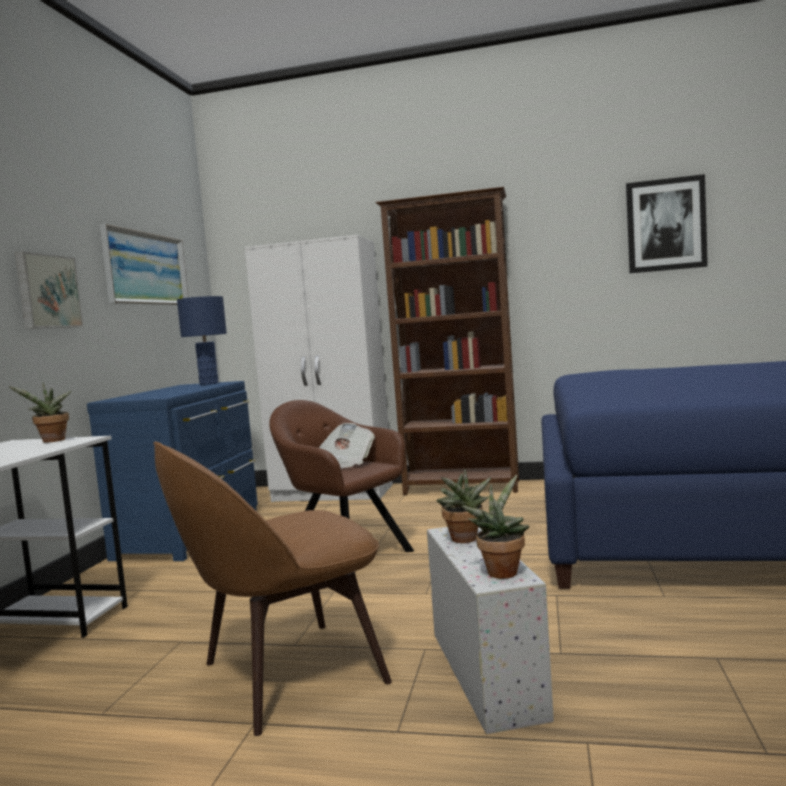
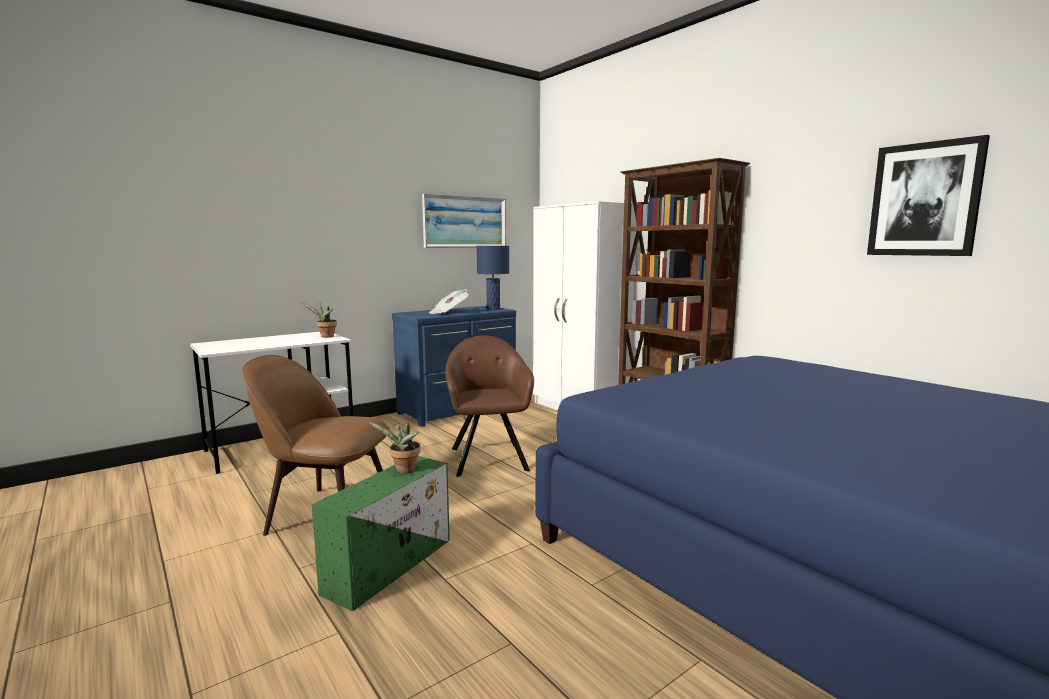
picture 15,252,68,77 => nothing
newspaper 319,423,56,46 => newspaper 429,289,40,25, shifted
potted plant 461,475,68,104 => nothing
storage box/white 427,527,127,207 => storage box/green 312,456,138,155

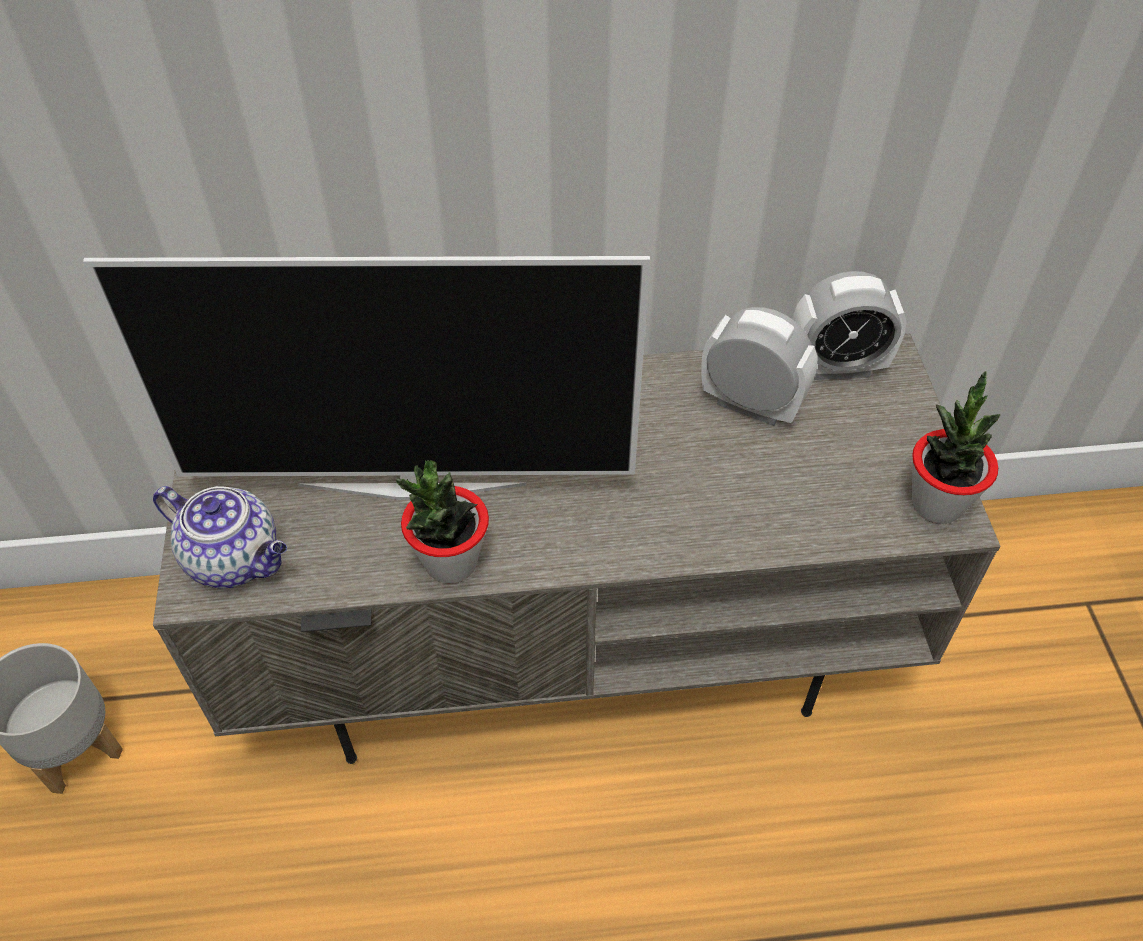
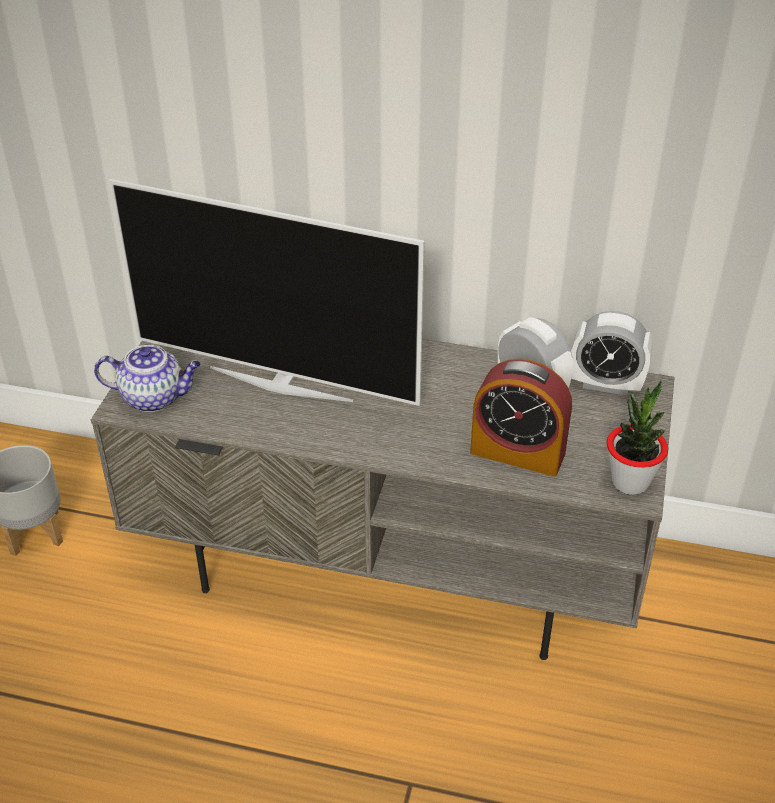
potted plant 396,460,93,123 => nothing
teapot 153,486,134,103 => teapot 94,345,107,67, 45 degrees counterclockwise
nothing => alarm clock 470,359,102,117

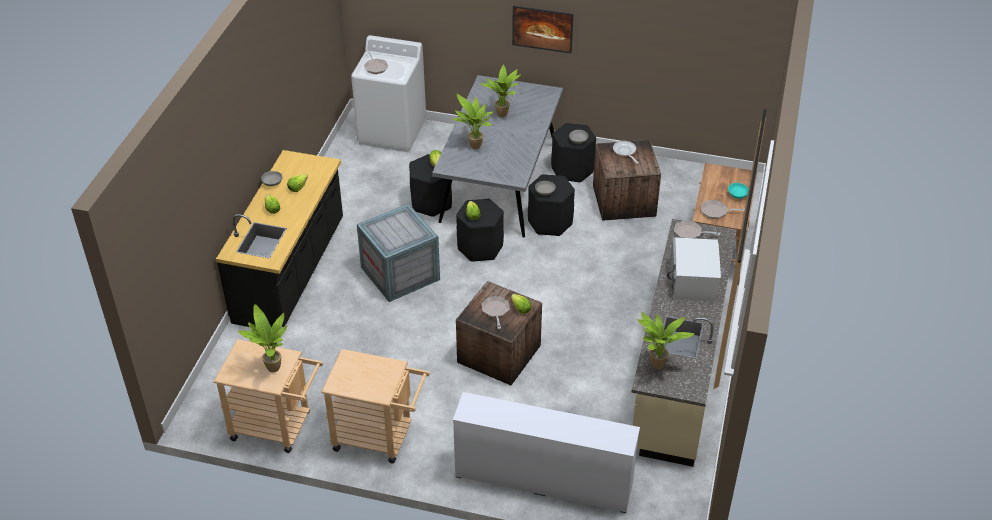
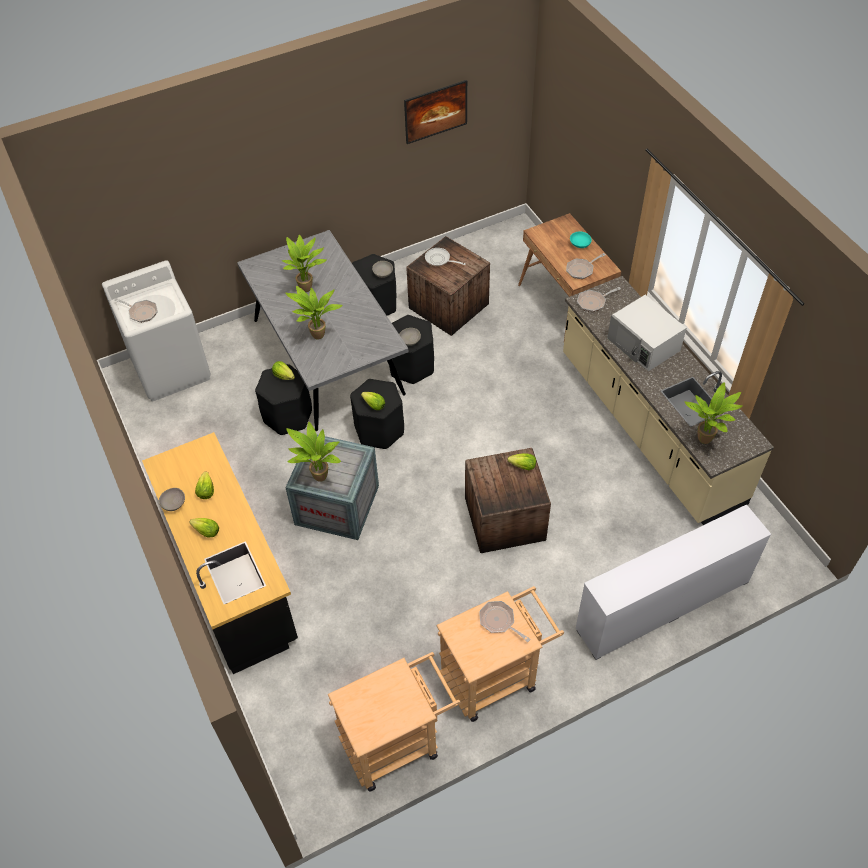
picture 512,6,61,48 => picture 404,80,63,64, shifted
frying pan 482,296,28,33 => frying pan 479,601,52,41, shifted
potted plant 238,304,49,68 => potted plant 286,422,55,60, shifted

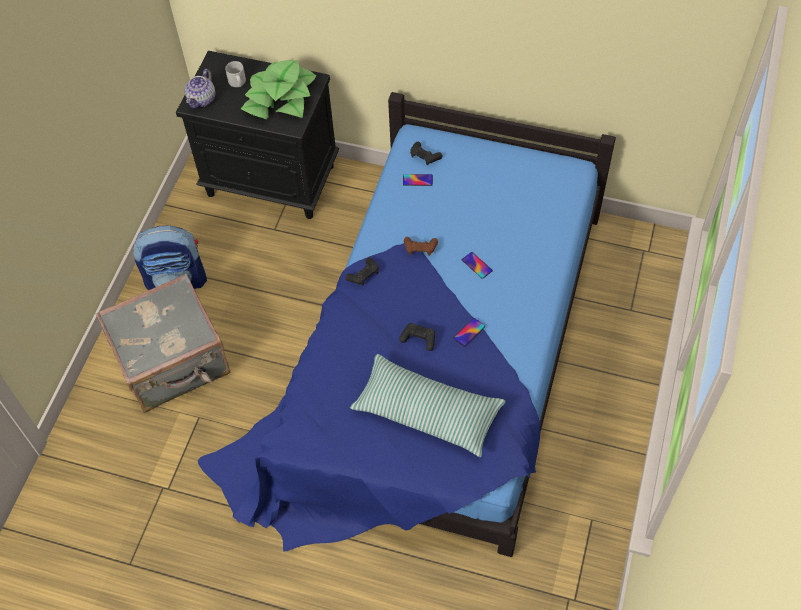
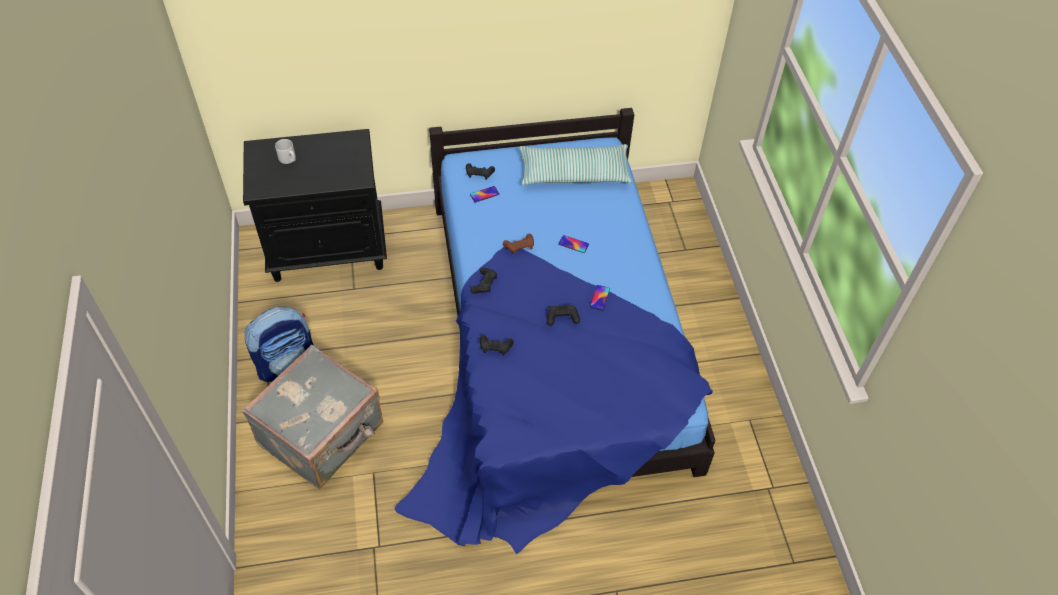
potted plant 241,60,75,59 => nothing
teapot 185,69,30,39 => nothing
pillow 350,354,156,103 => pillow 519,144,113,41, shifted
nothing => game controller/black 480,335,34,21

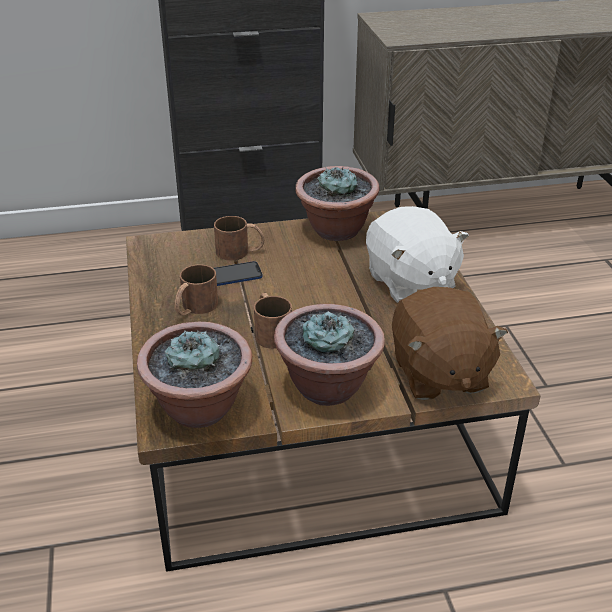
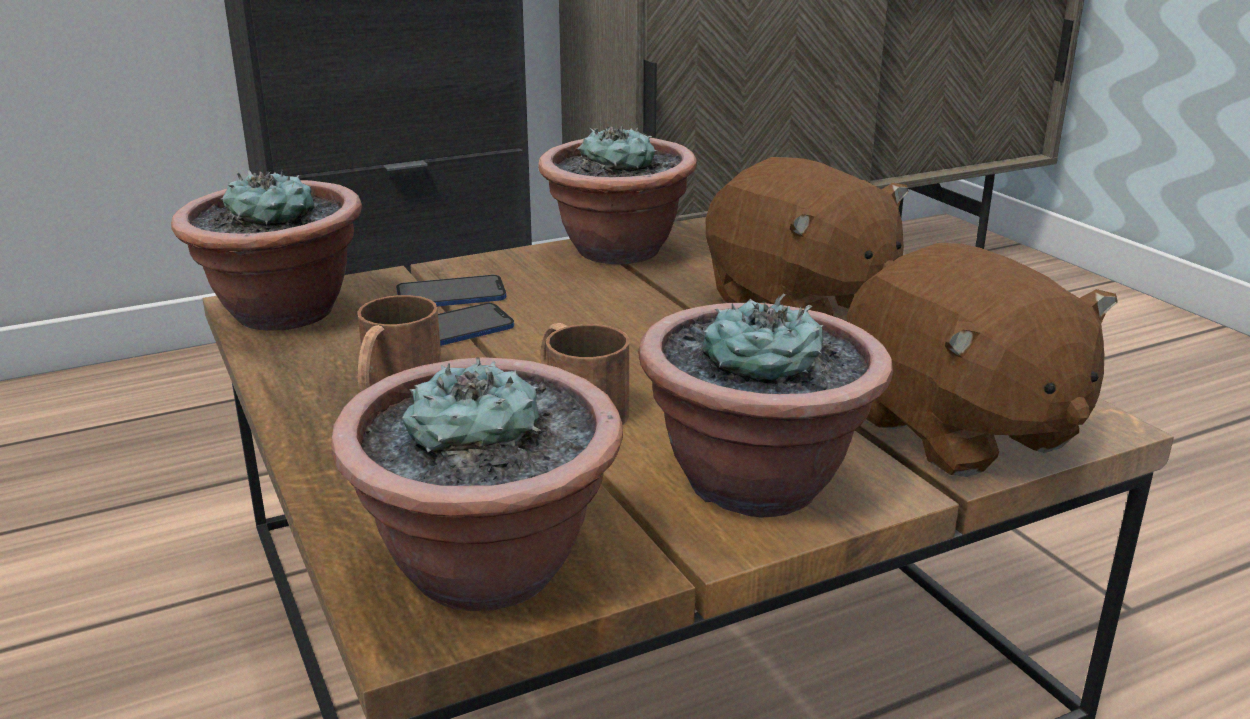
plush toy/white 366,206,103,97 => plush toy/brown 706,157,202,159
mug/brown 214,216,51,45 => phone 396,275,110,31
nothing => potted plant 171,170,191,160

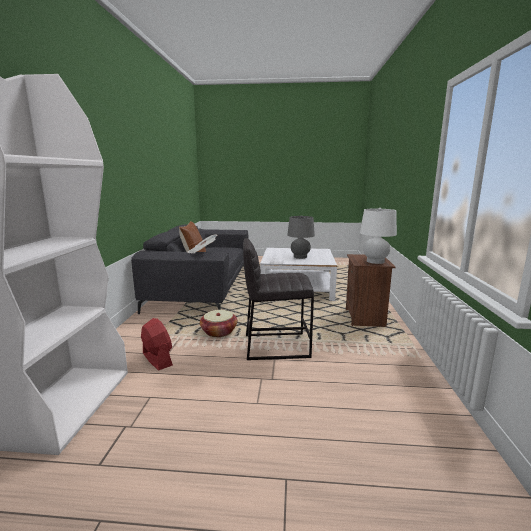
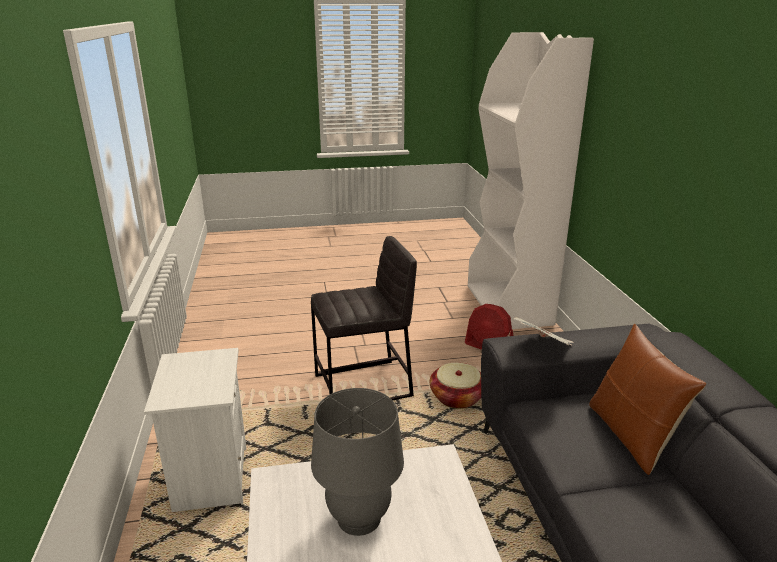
table lamp/white 360,208,37,56 => nothing
nightstand/brown 346,254,50,73 => nightstand/white 144,348,102,164

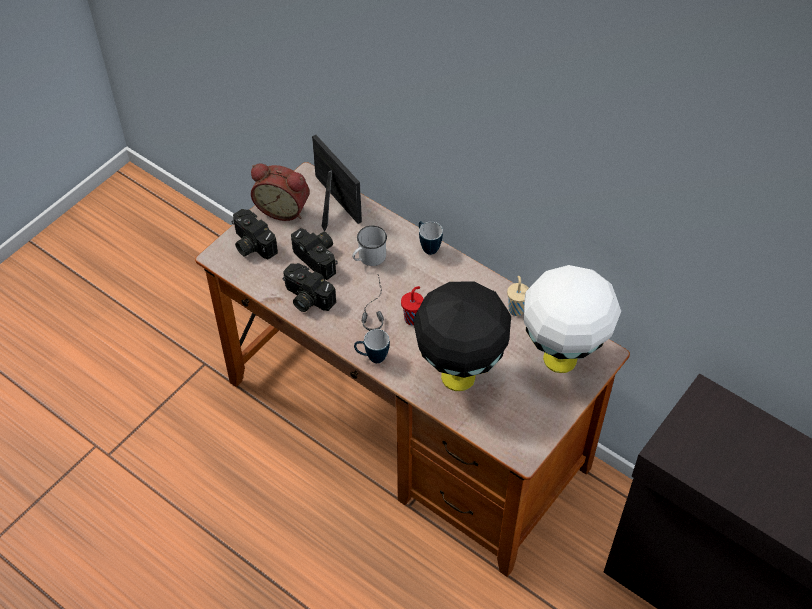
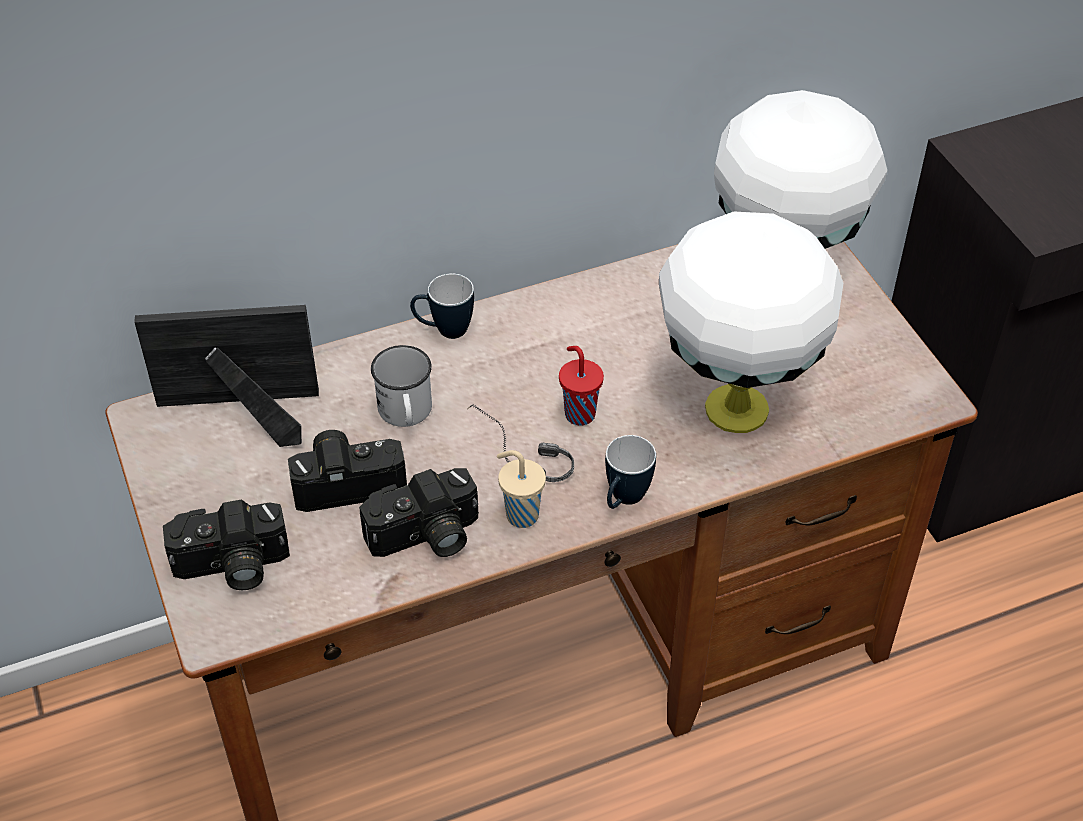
alarm clock 251,164,59,57 => nothing
cup/beige 507,276,22,40 => cup/beige 497,450,49,78, shifted
table lamp/black 413,281,98,110 => table lamp/white 659,211,184,222

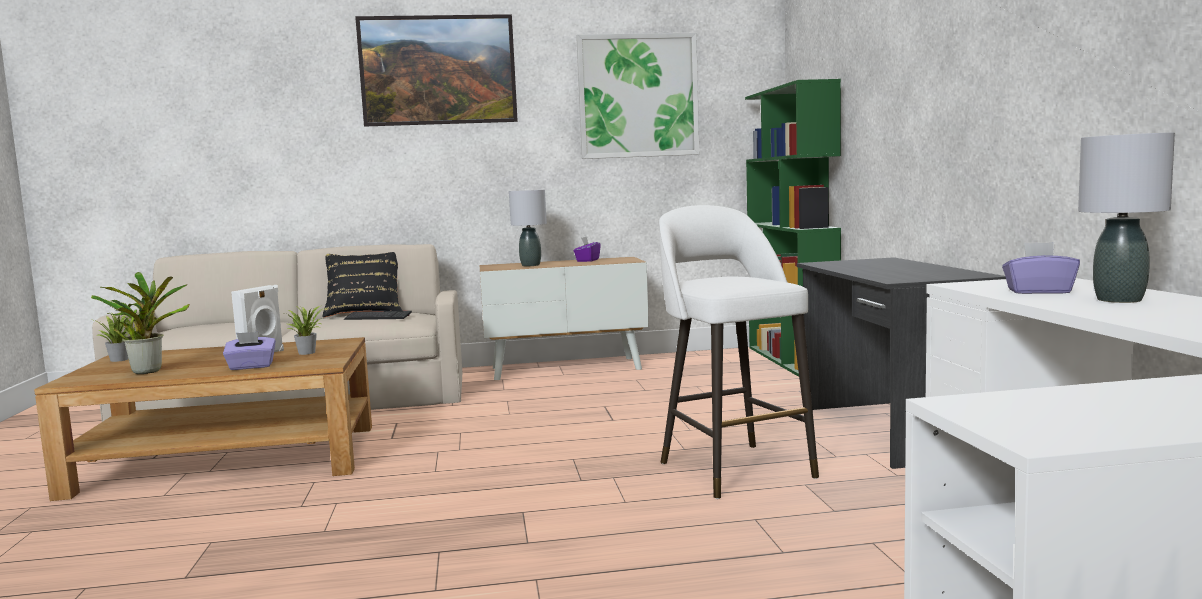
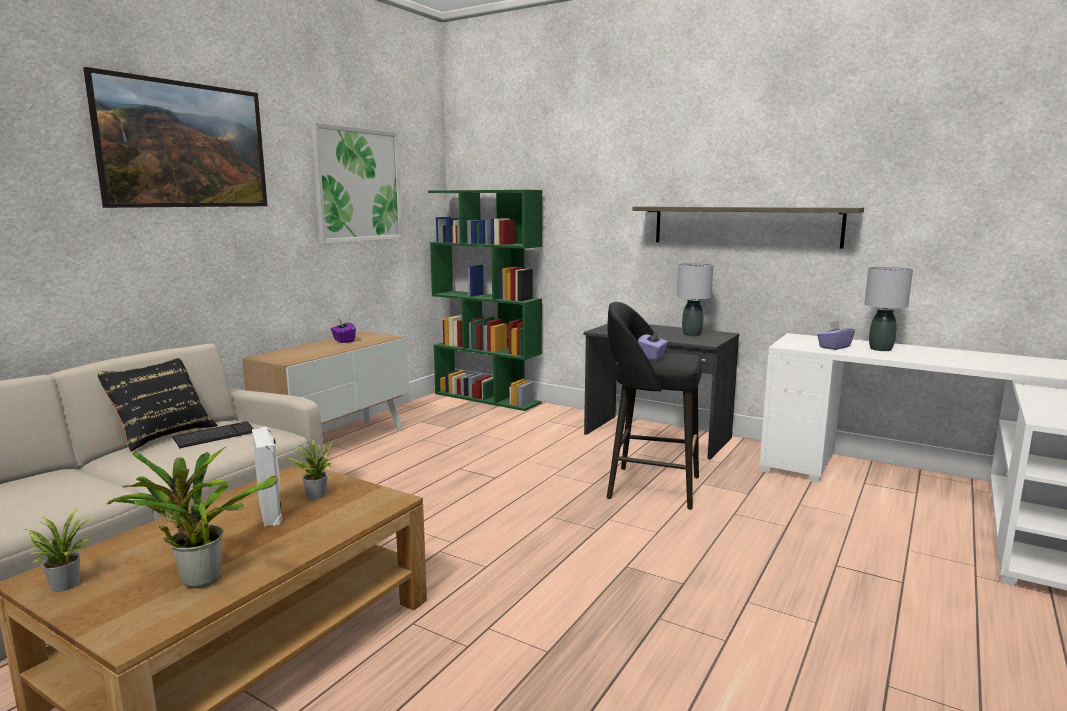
table lamp/grey 509,190,38,76 => table lamp/grey 677,263,36,73, shifted
stool/white 659,205,160,294 => stool/black 607,302,95,208
tissue box/purple 223,332,53,38 => tissue box/purple 637,329,31,32, shifted
nothing => shelf 632,206,232,42

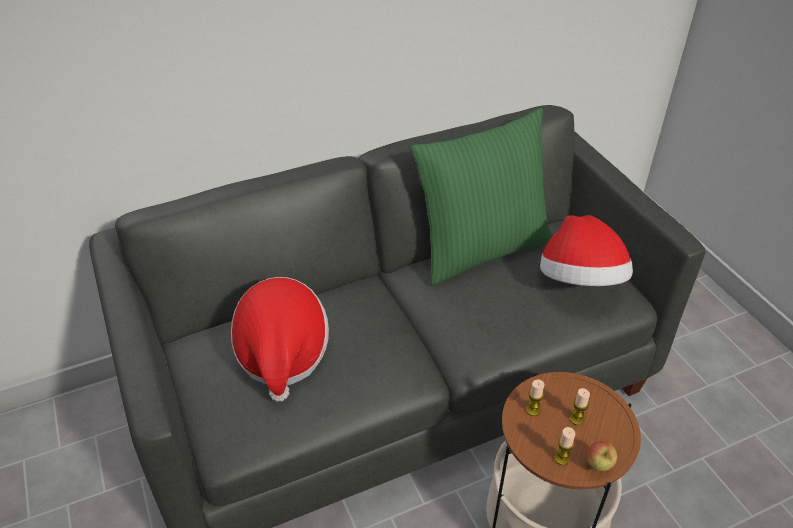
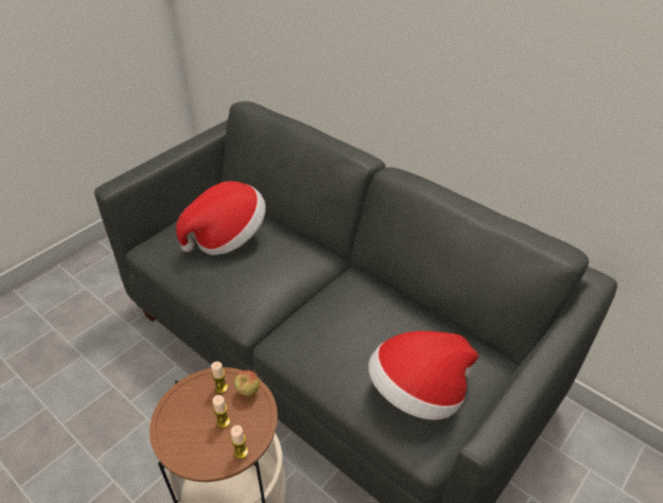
pillow/green 411,108,141,177 => nothing
candle 554,427,21,38 => candle 231,425,17,34, shifted
apple 586,441,31,30 => apple 234,370,26,26, shifted

